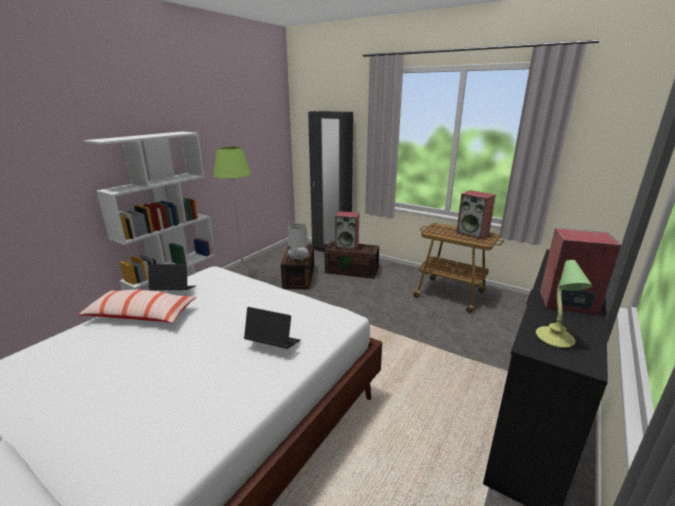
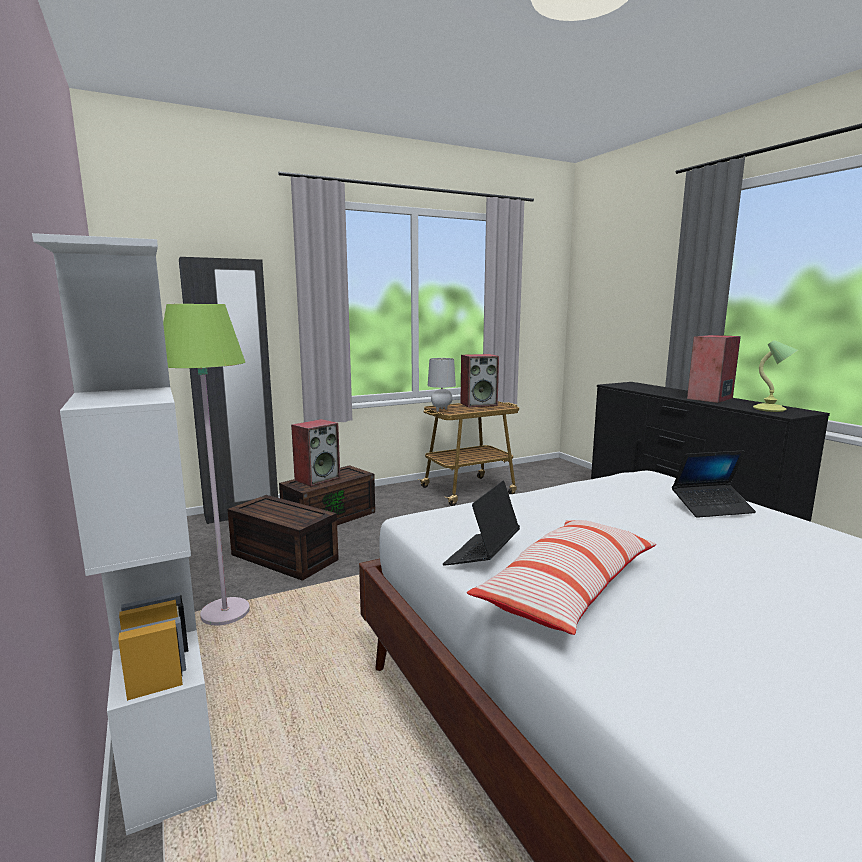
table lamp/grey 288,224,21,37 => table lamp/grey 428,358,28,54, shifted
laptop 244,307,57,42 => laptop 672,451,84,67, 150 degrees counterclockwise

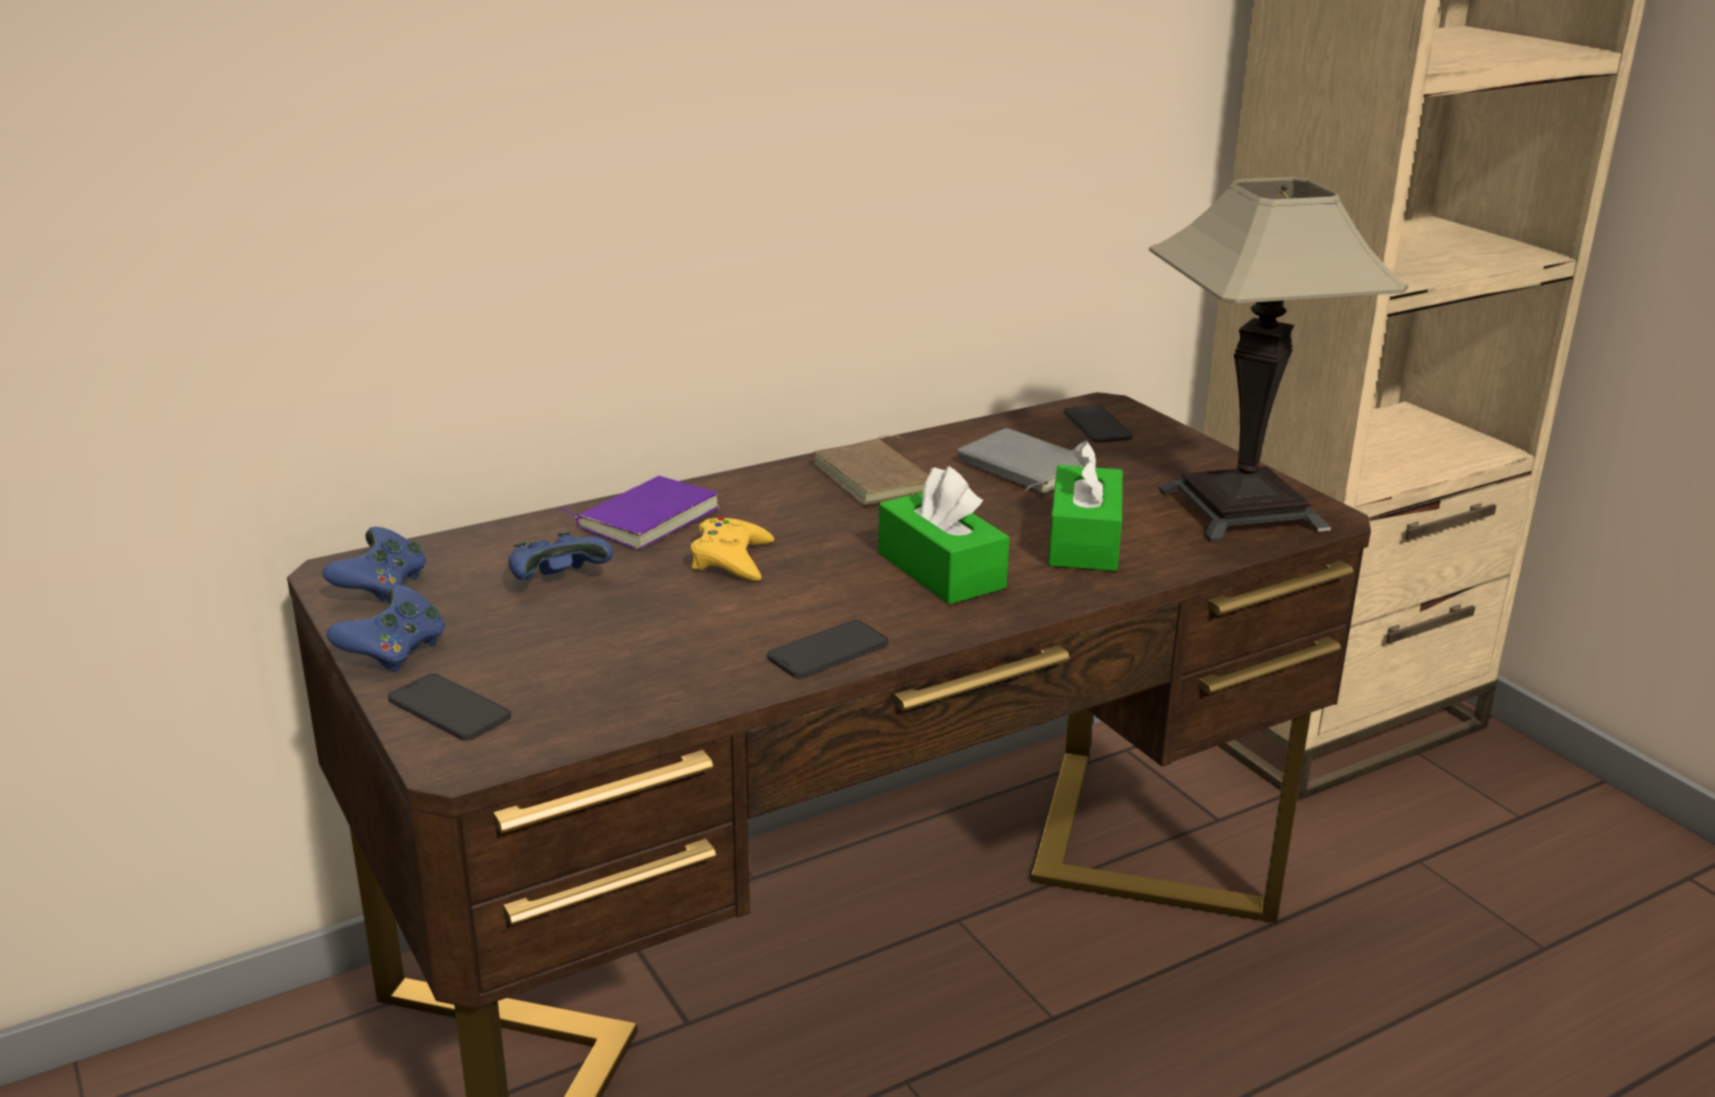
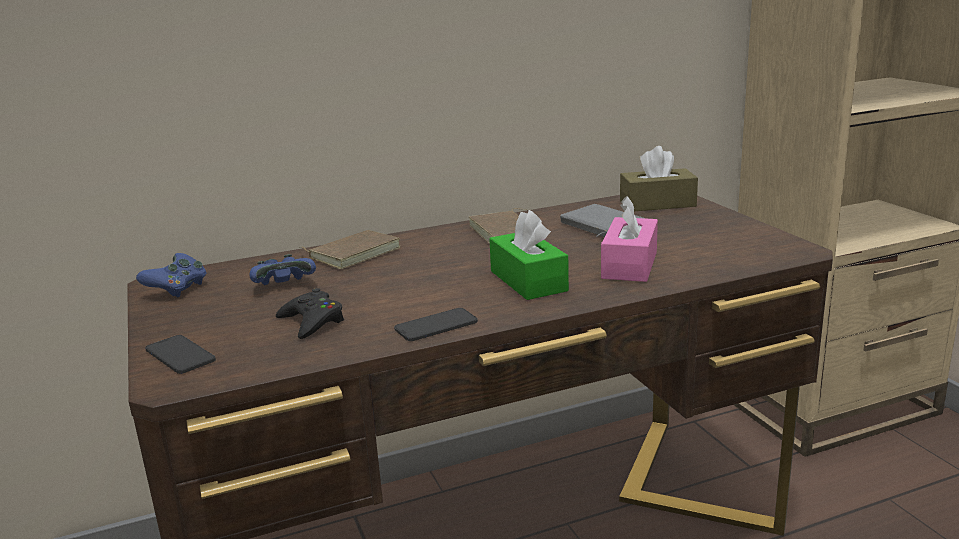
table lamp 1149,177,259,365 => nothing
phone 1064,405,69,38 => tissue box/brown 620,146,78,65
tissue box/green 1048,440,75,131 => tissue box/pink 601,196,57,86
book/purple 557,476,162,73 => book/brown 299,230,101,39
game controller/yellow 691,517,83,64 => nothing
game controller/blue 326,585,119,88 => nothing
nothing => game controller/black 276,288,68,51

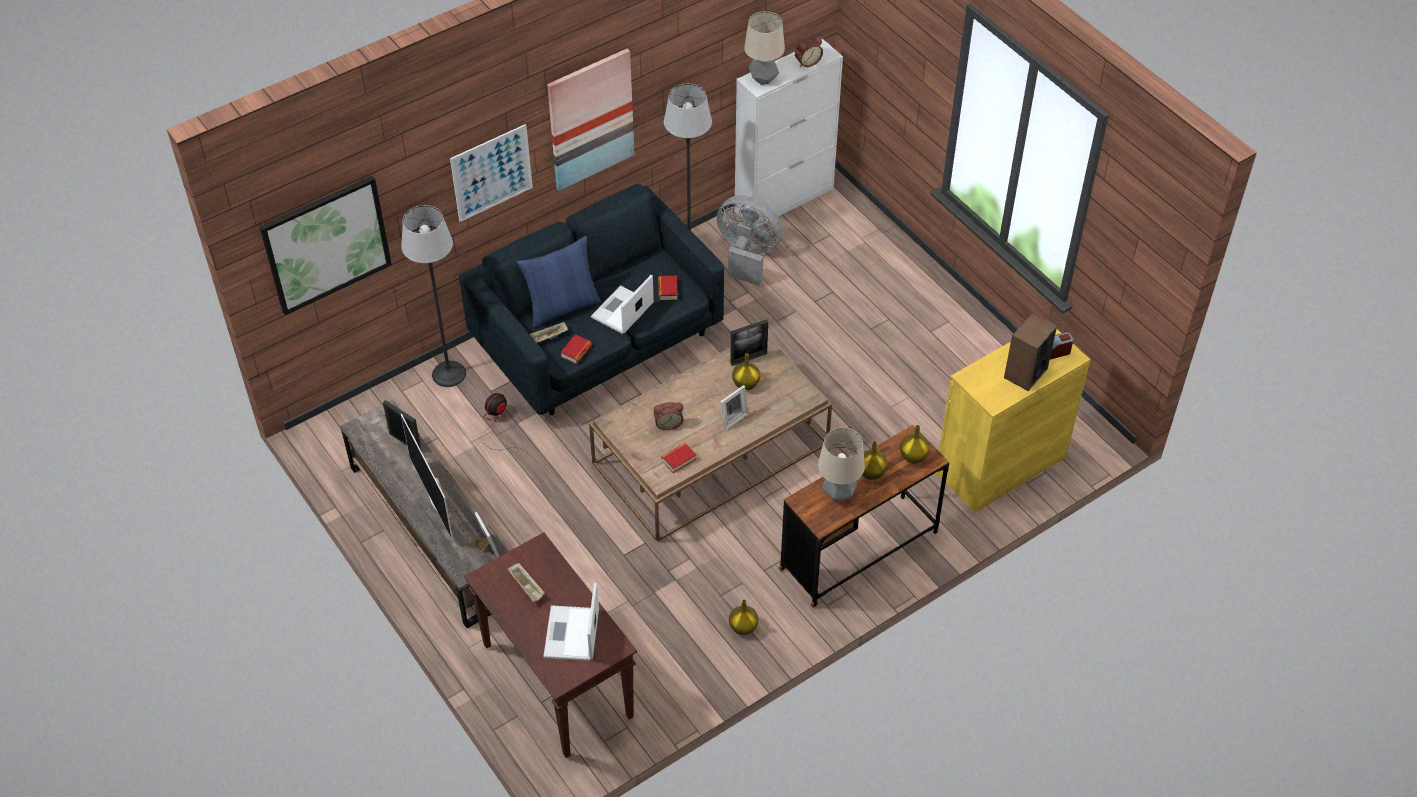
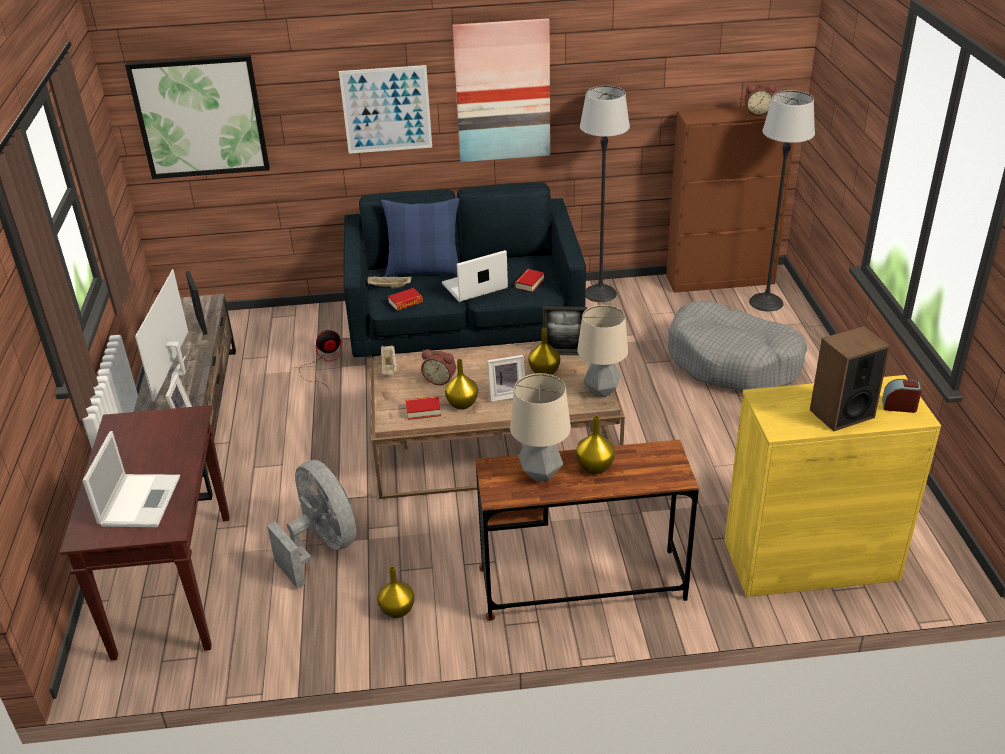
table lamp 744,11,41,74 => table lamp 577,305,51,92, shifted
cabinet/white 735,39,108,189 => cabinet/brown 666,106,128,187
fan/grey 717,195,66,91 => fan/grey 267,460,89,129, shifted
floor lamp 401,205,65,182 => floor lamp 749,91,66,221, shifted
vase/yellow 900,425,30,38 => vase/yellow 445,359,33,51, shifted
tray/beige 508,563,37,39 => tray/beige 381,345,17,30, shifted
laptop 543,583,56,78 => laptop 82,431,98,96, 150 degrees clockwise
nothing => dog bed/grey 668,301,139,90

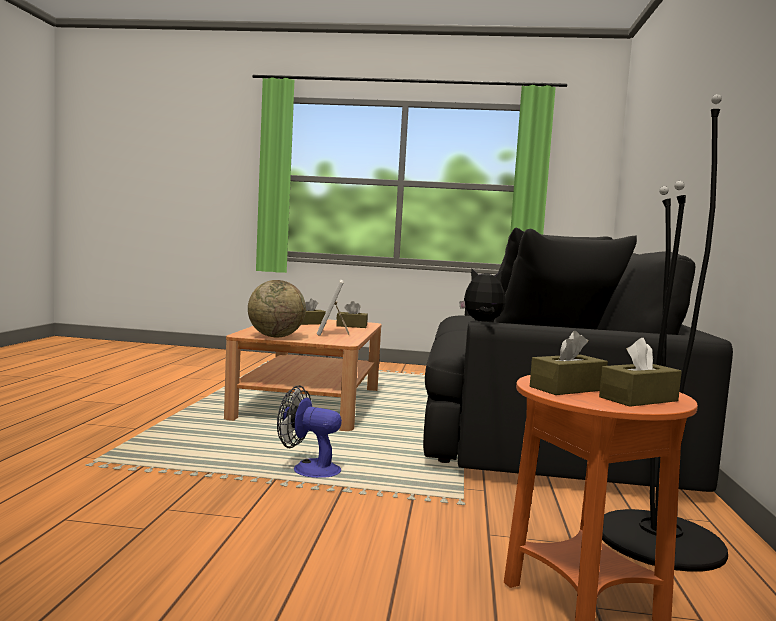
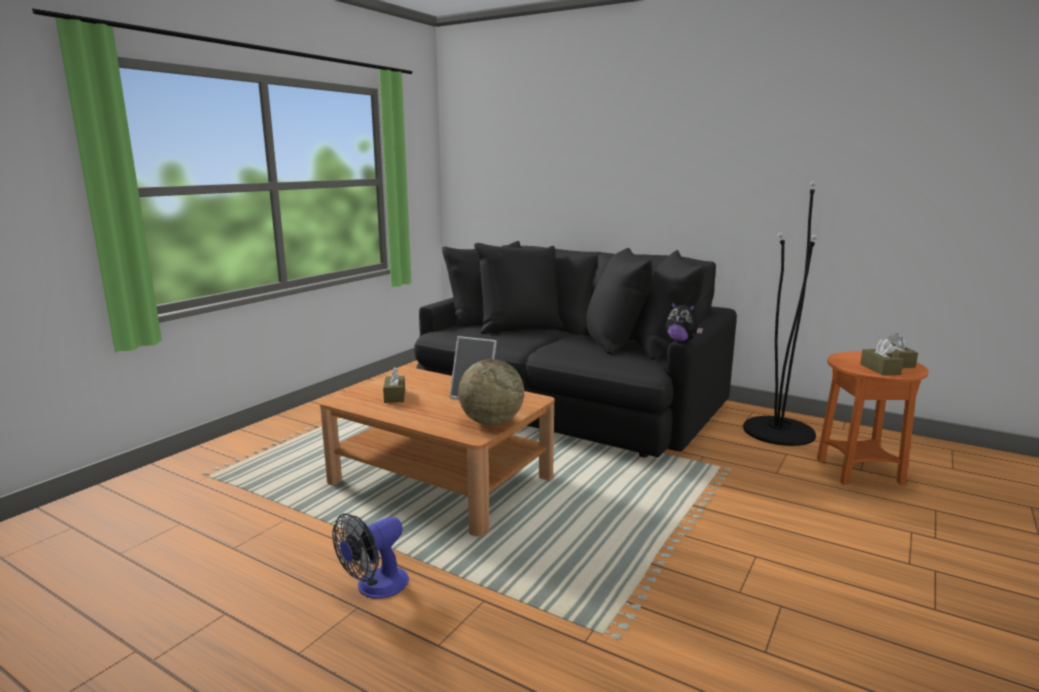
plush toy 459,269,46,52 => plush toy 666,301,37,41, 90 degrees counterclockwise
tissue box/brown 336,301,32,27 => nothing
fan 277,385,65,93 => fan 333,513,76,86, shifted

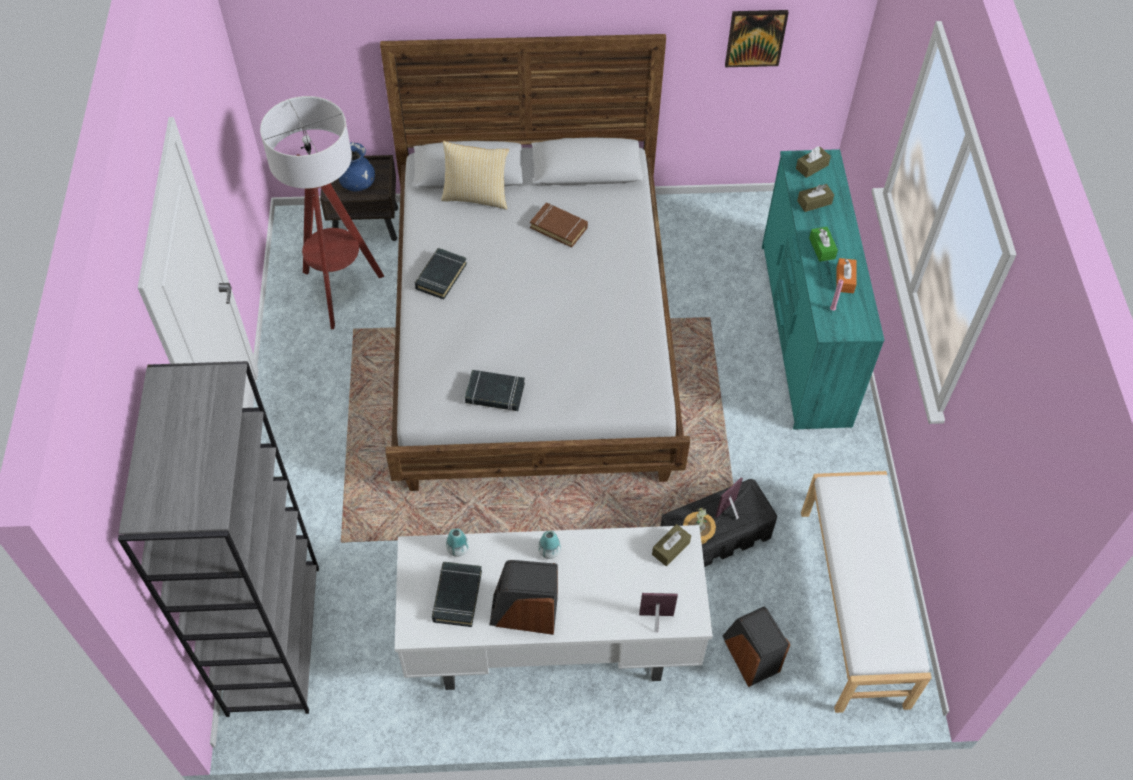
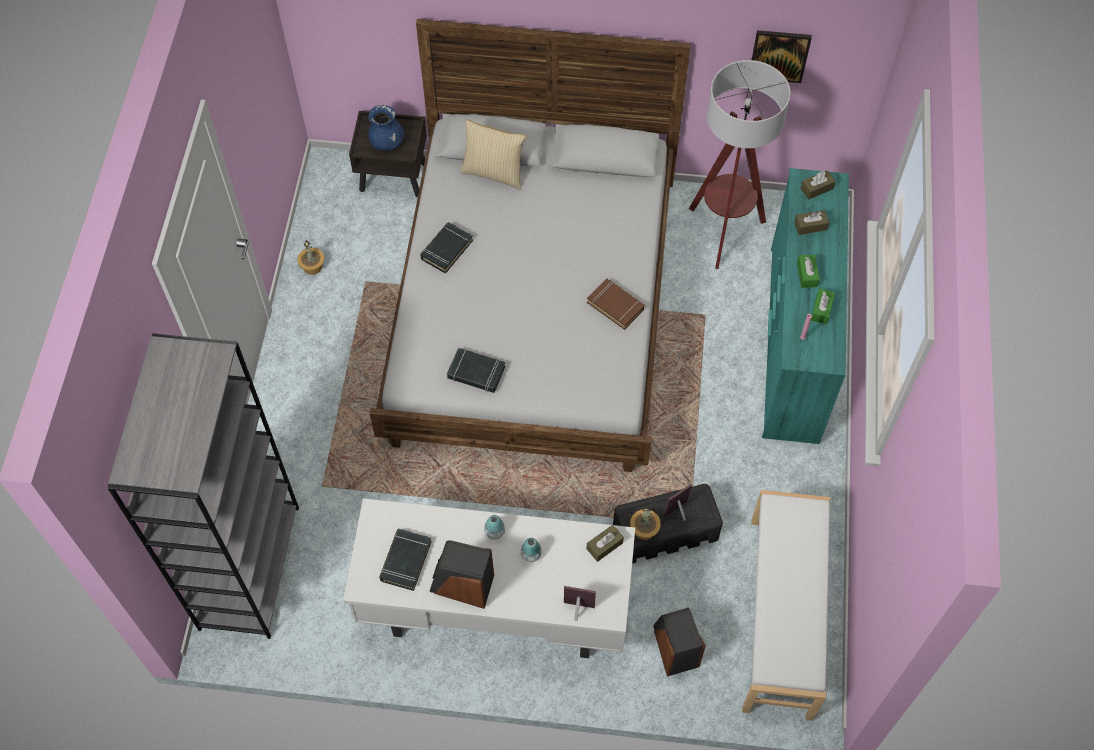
floor lamp 260,96,124,233 => floor lamp 689,60,101,209, shifted
book/brown 530,202,58,46 => book/brown 587,278,57,52, shifted
tissue box/orange 836,258,20,35 => tissue box/green 811,288,24,36
vase 446,528,23,29 => vase 521,538,21,24, shifted
nothing => potted plant 297,240,27,35

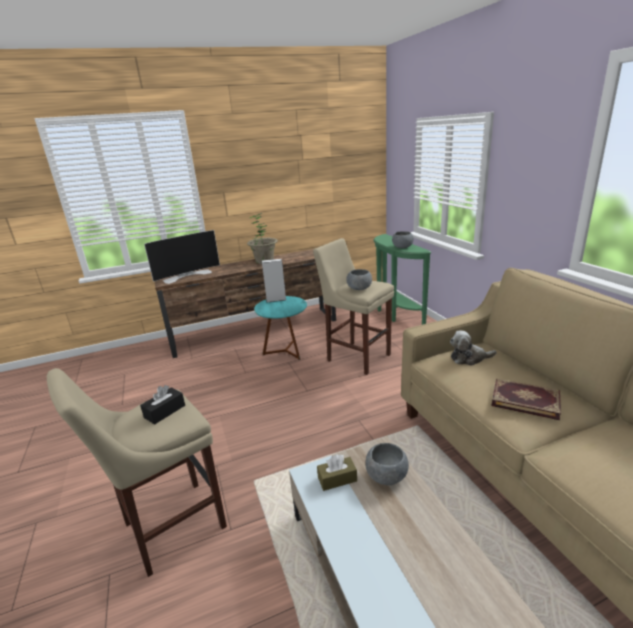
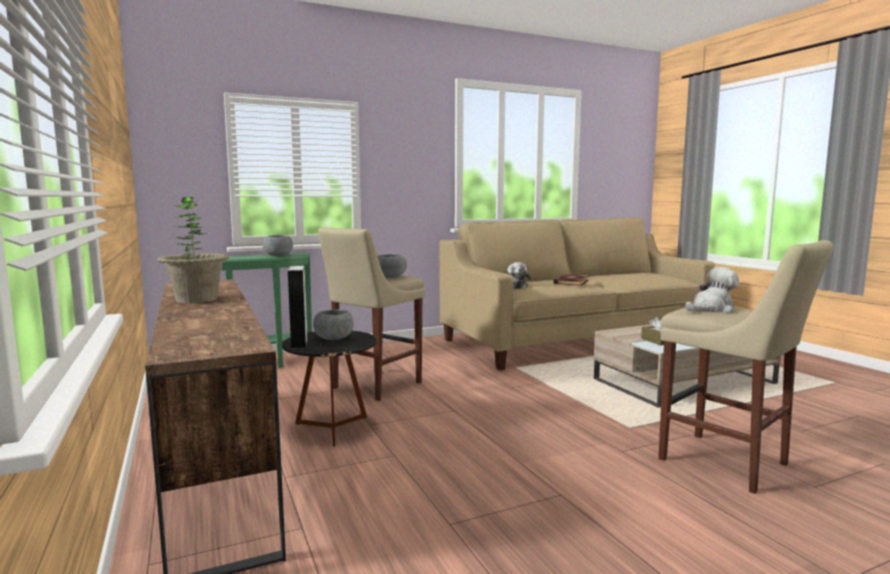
television 144,230,76,54 => nothing
side table/turquoise 254,296,53,64 => side table/black 282,331,95,115
tissue box/black 140,385,45,40 => plush toy 685,267,54,46
bowl/grey 365,443,44,42 => bowl/grey 313,310,41,30, shifted

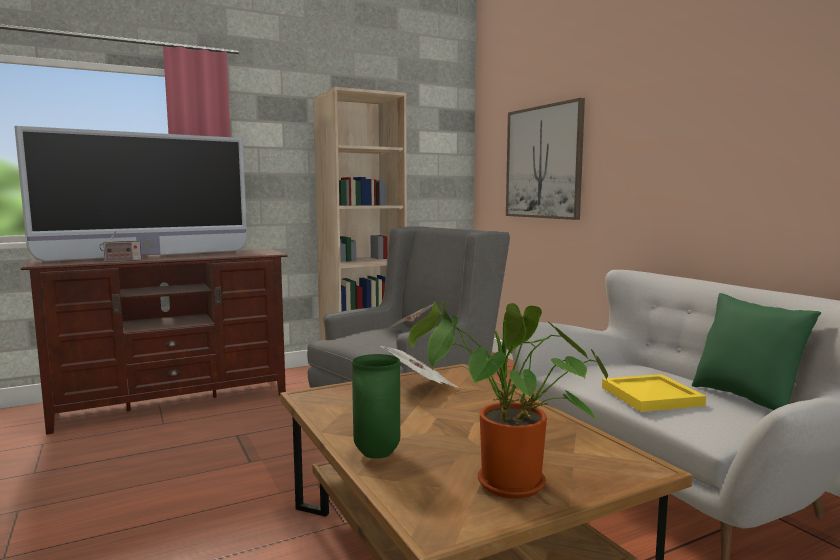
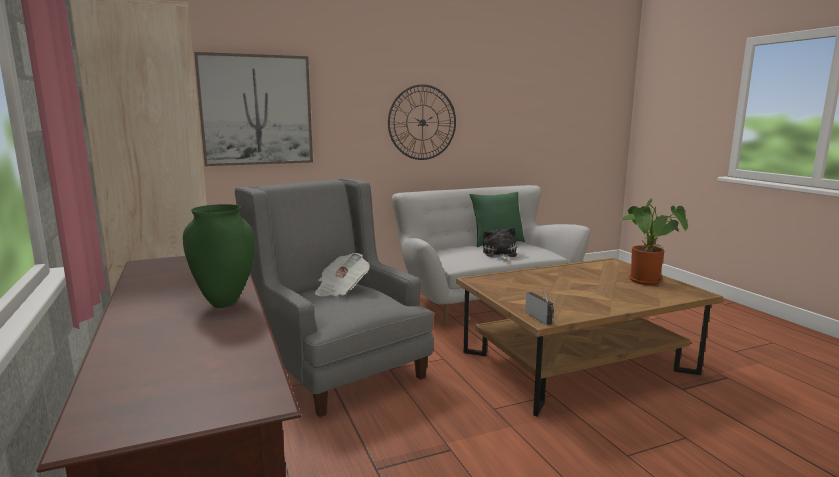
television 14,126,233,136 => nothing
radio 100,231,41,31 => radio 525,288,29,37, shifted
newspaper 380,346,80,42 => nothing
vase/green 352,354,48,105 => vase/green 183,204,72,104, shifted
tray/yellow 602,374,104,38 => plush toy 483,228,34,33
nothing => wall clock 388,84,68,76

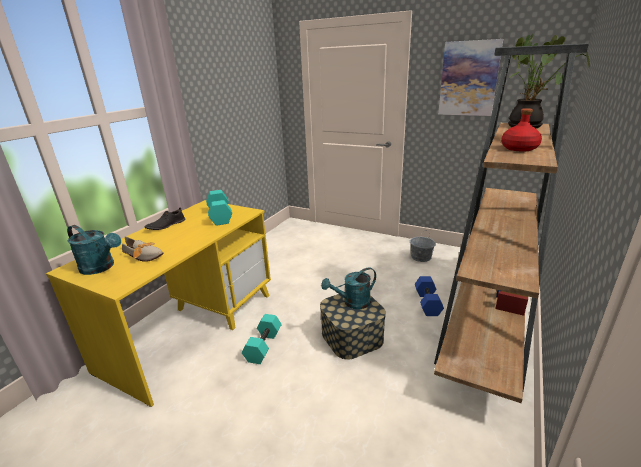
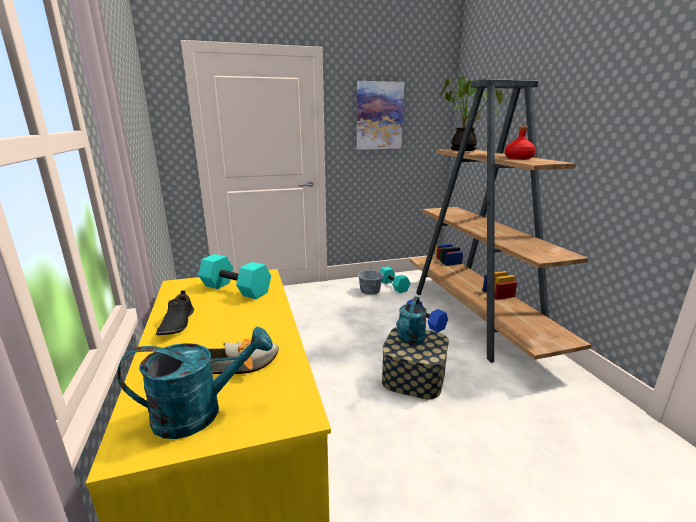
dumbbell/turquoise 242,314,40,50 => dumbbell/turquoise 380,267,30,26, shifted

